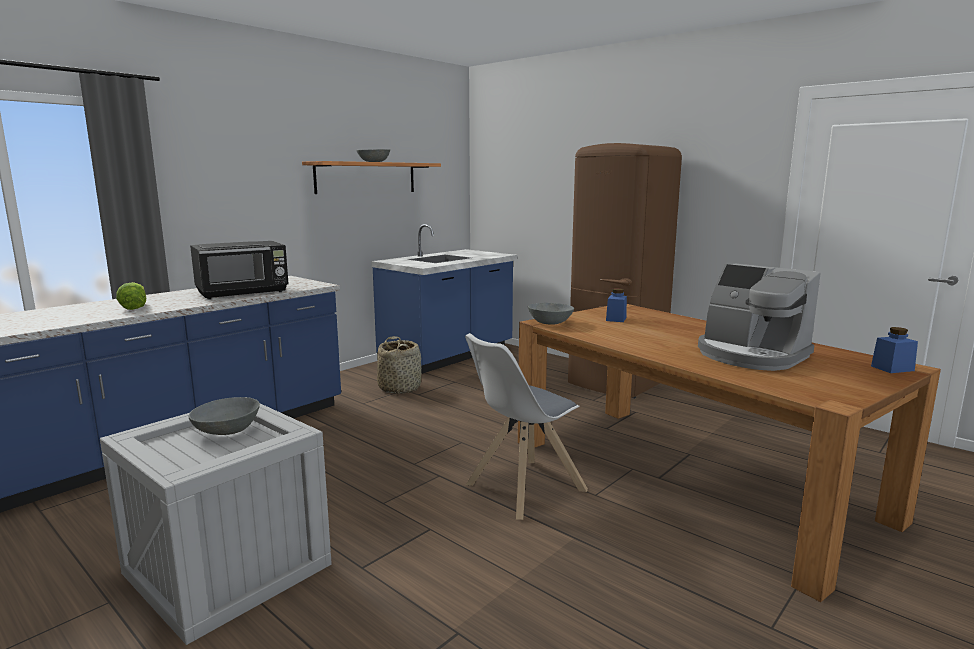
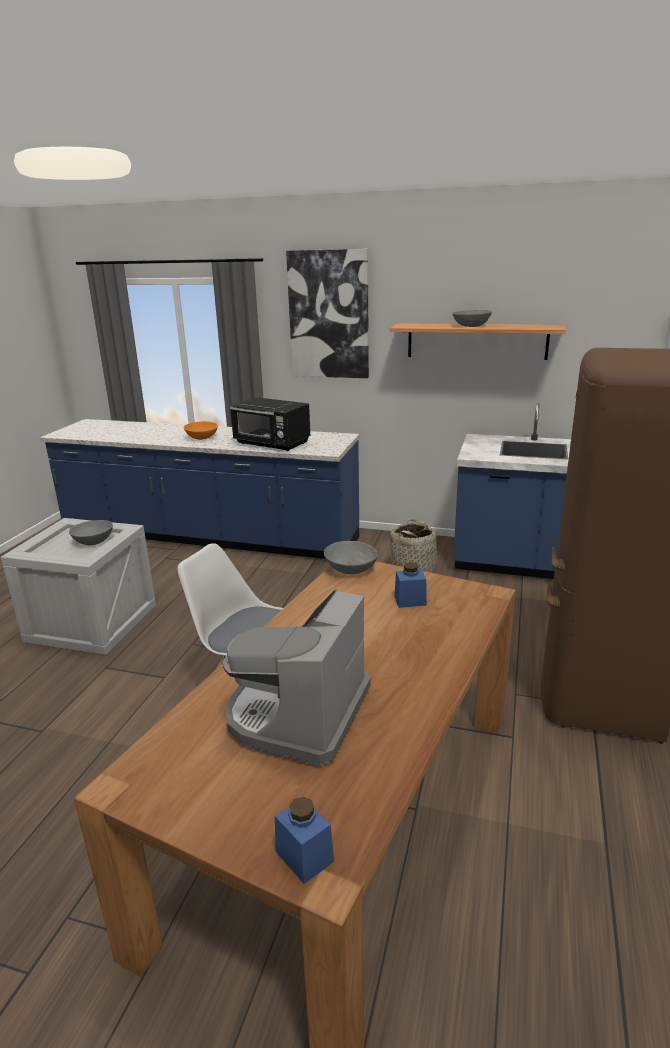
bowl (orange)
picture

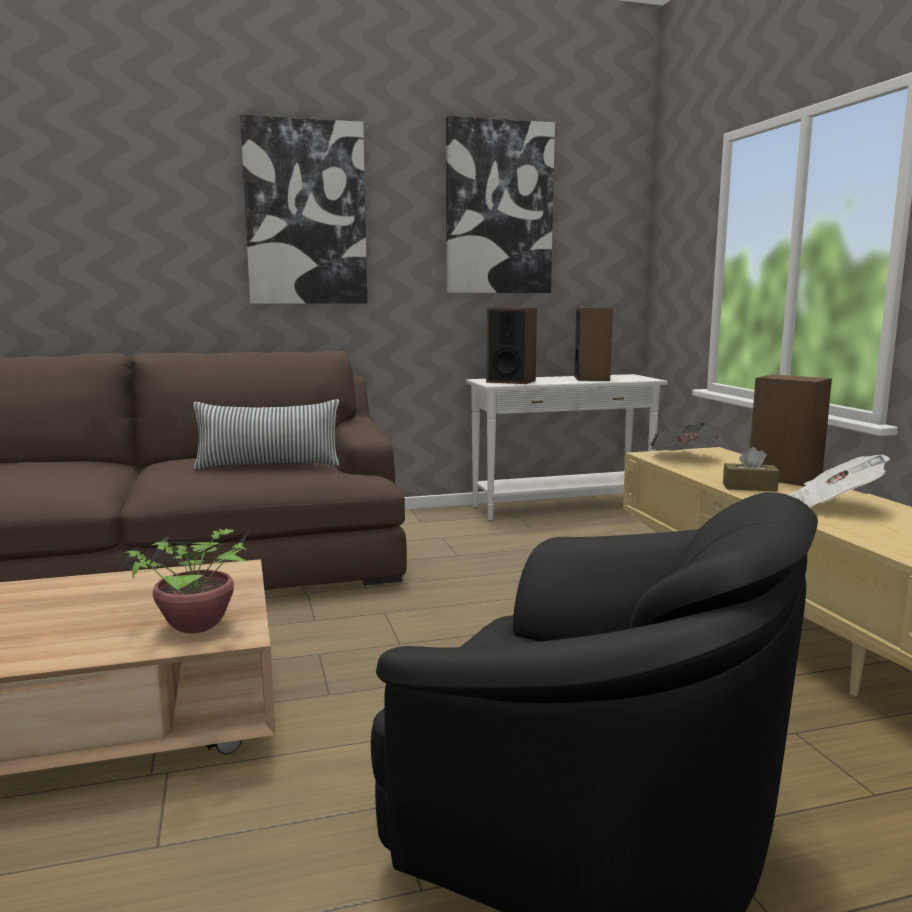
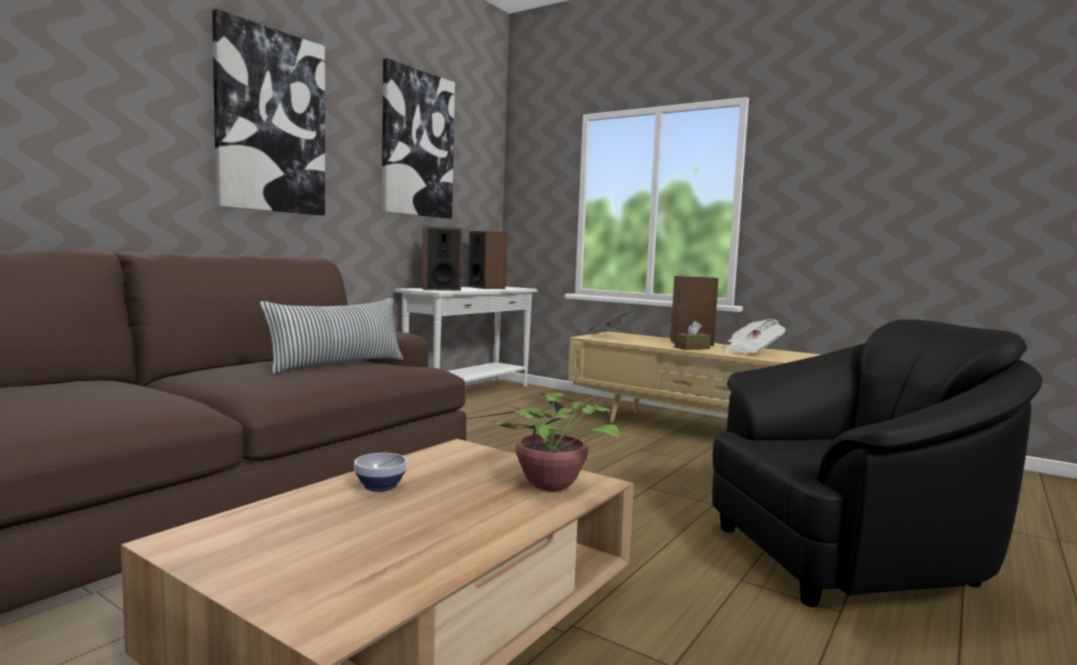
bowl

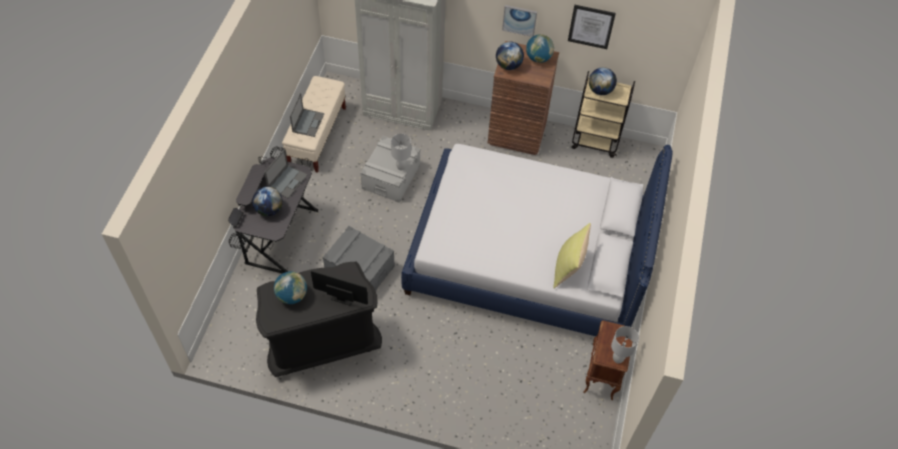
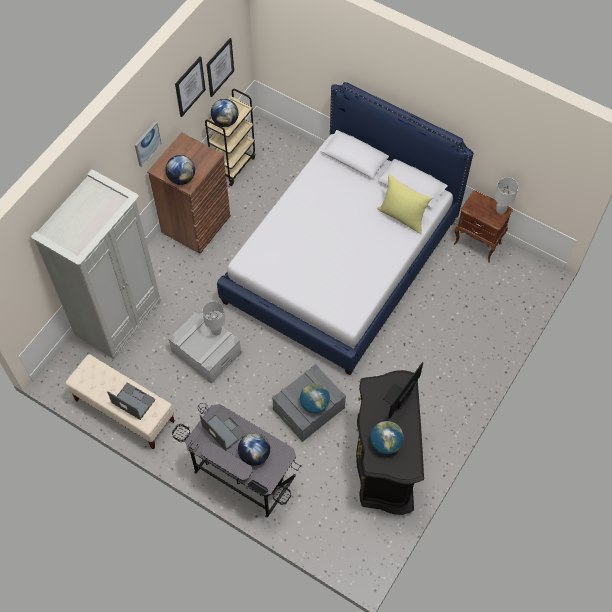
globe (4th from left)
picture (3rd from left)

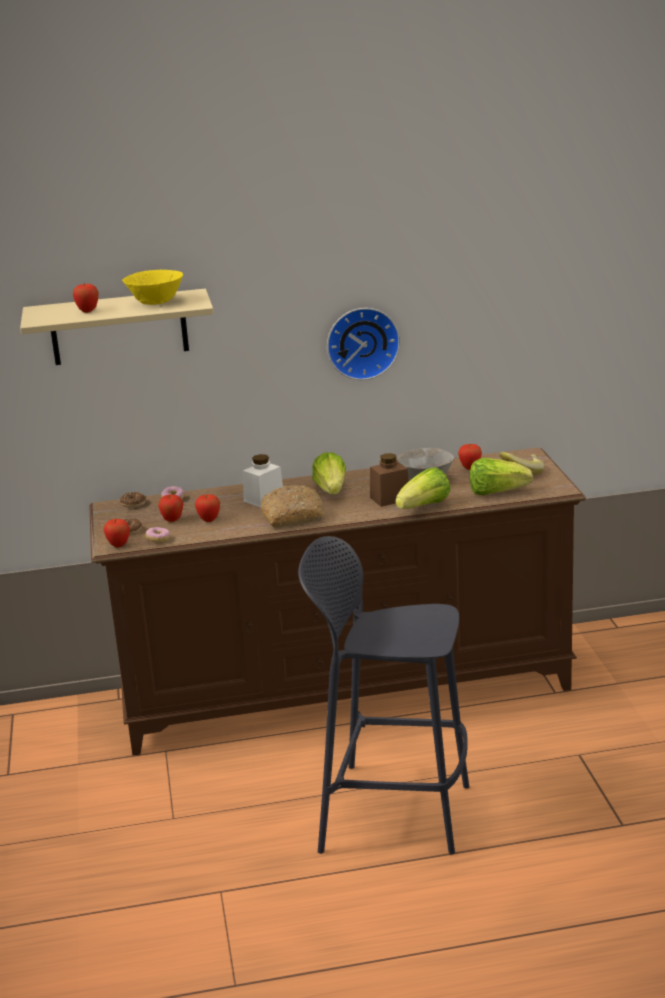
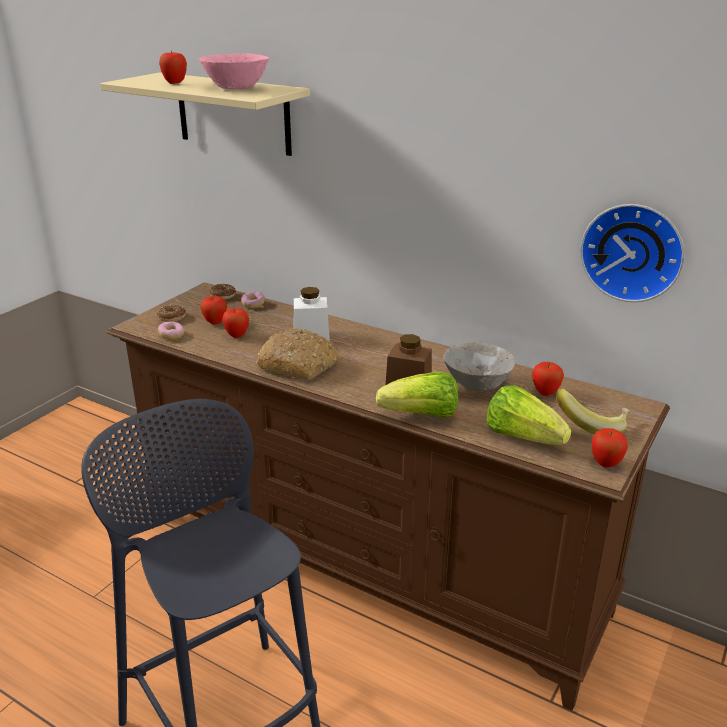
apple (5th from left)
bowl (pink)
lettuce (1st from left in the first image)
wall clock

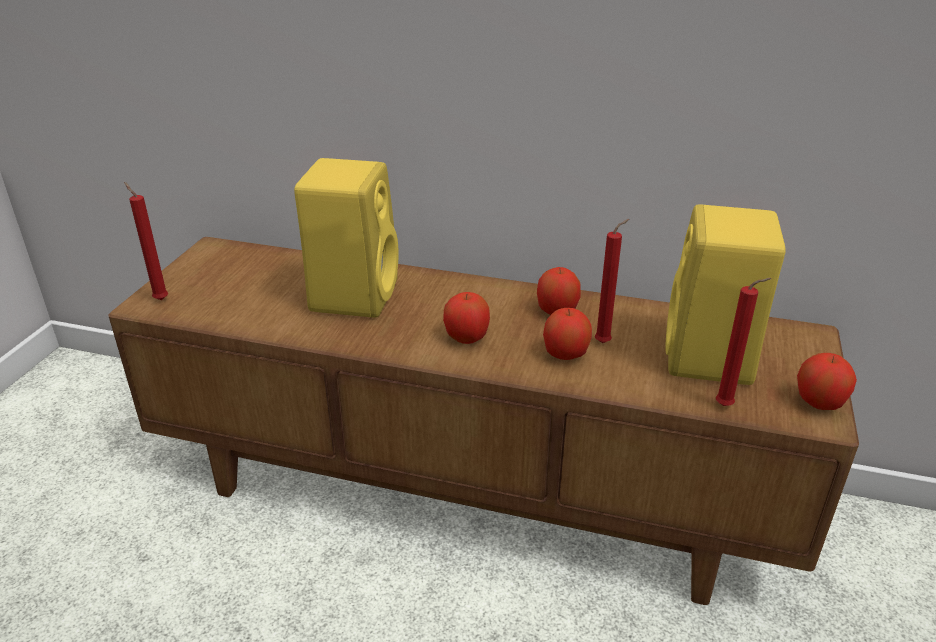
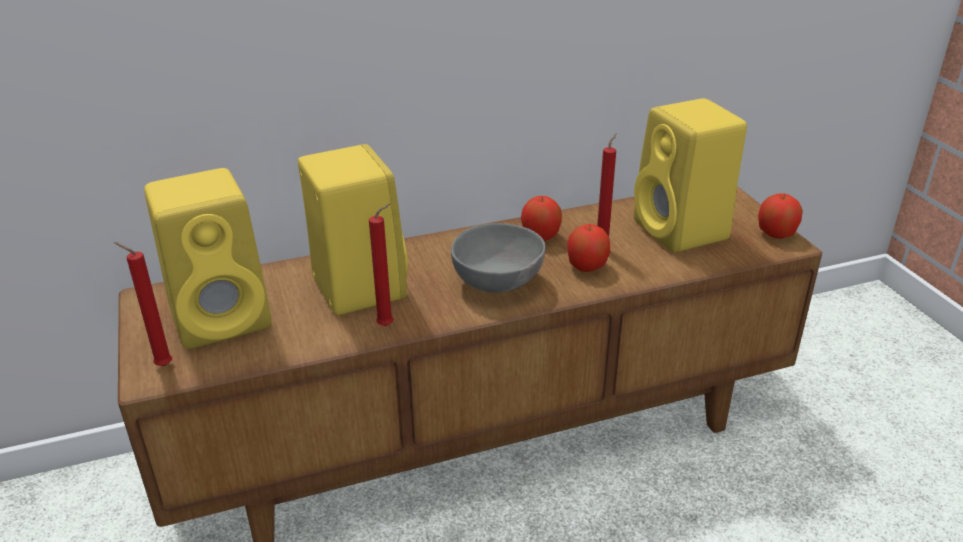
bowl (grey)
candle (red) (2nd from left)
speaker (yellow) (1st from left)

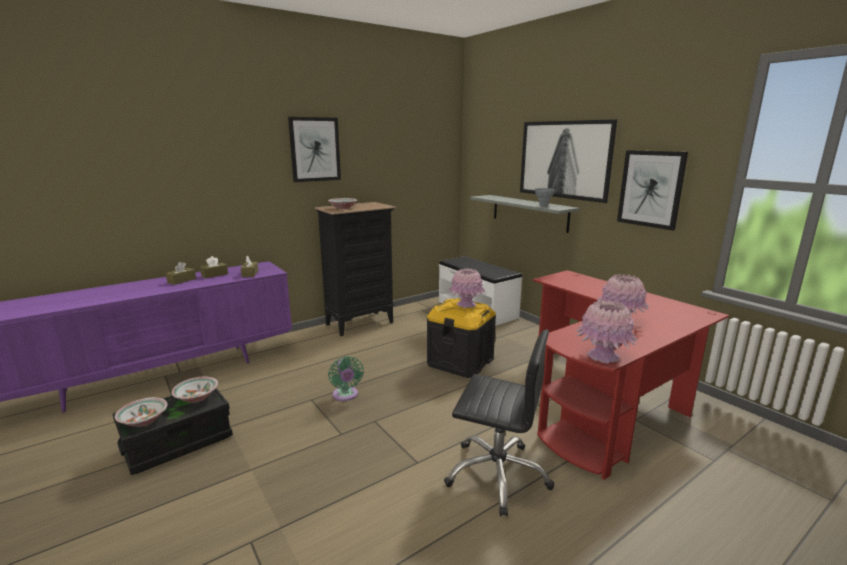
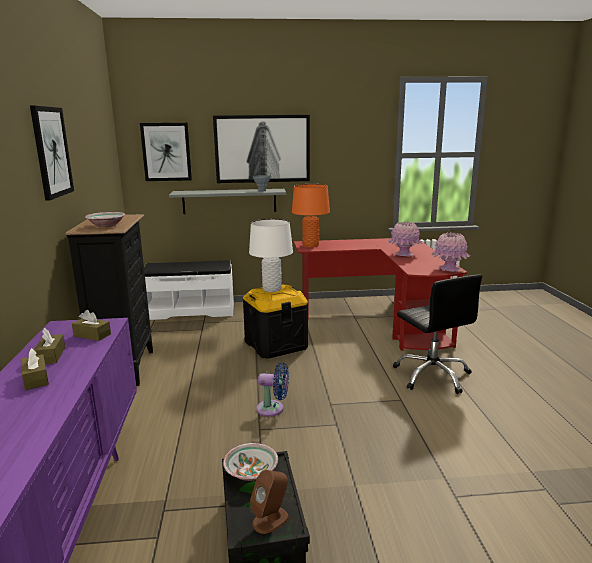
speaker (brown)
fan (blue)
office chair (black)
table lamp (white)
picture (2nd from left)
table lamp (orange)

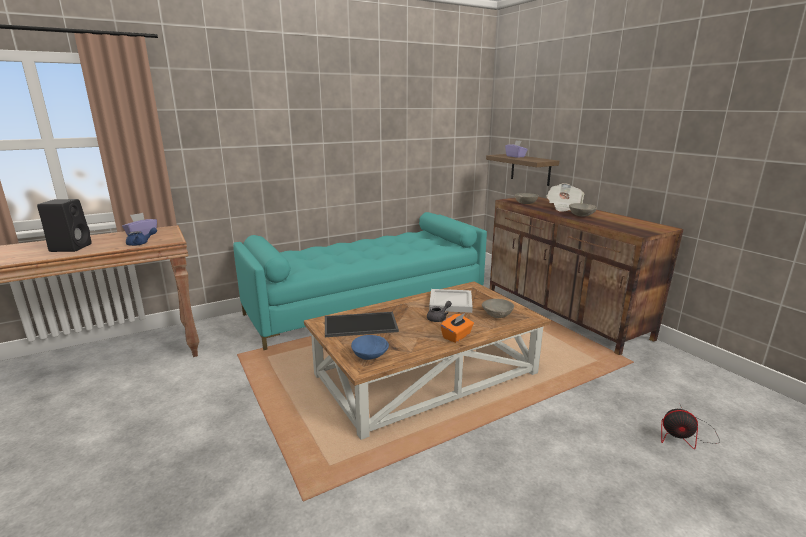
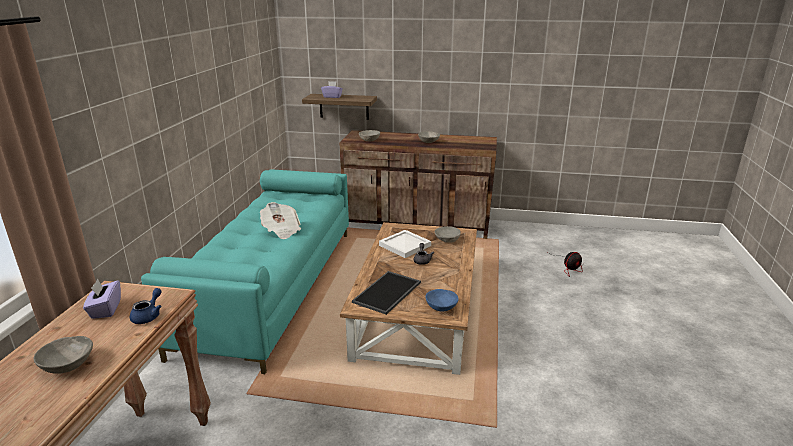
bowl (grey) (1st from left)
tissue box (orange)
newspaper

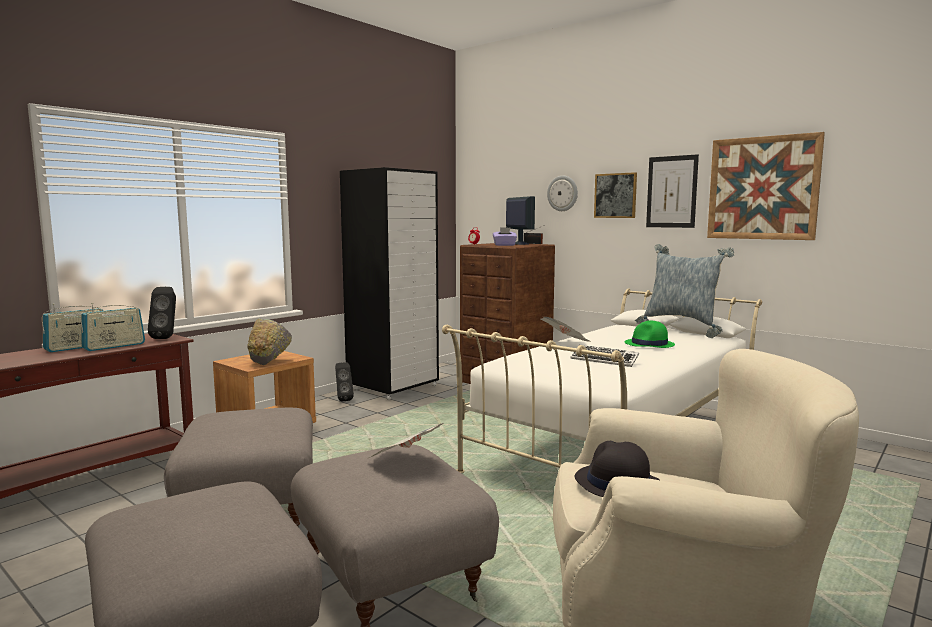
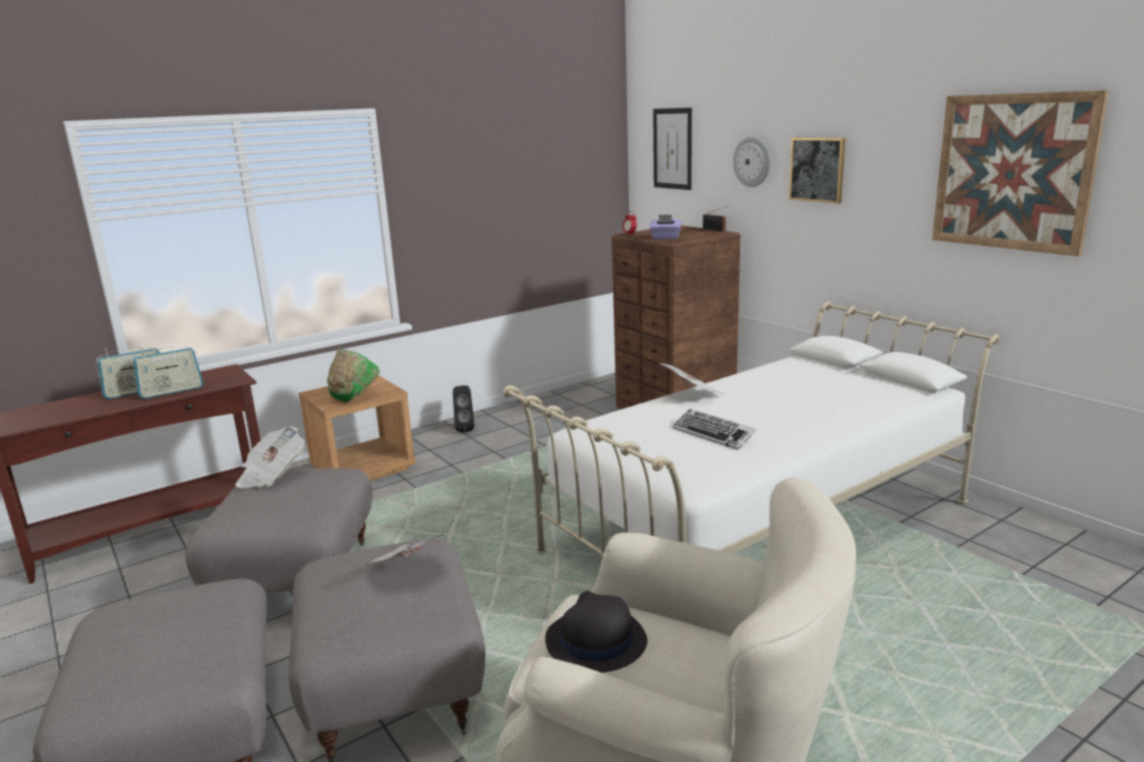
speaker (black) (1st from left in the first image)
bowl (green)
wardrobe
monitor
hat (green)
pillow
picture (1st from left)
newspaper (1st from left)

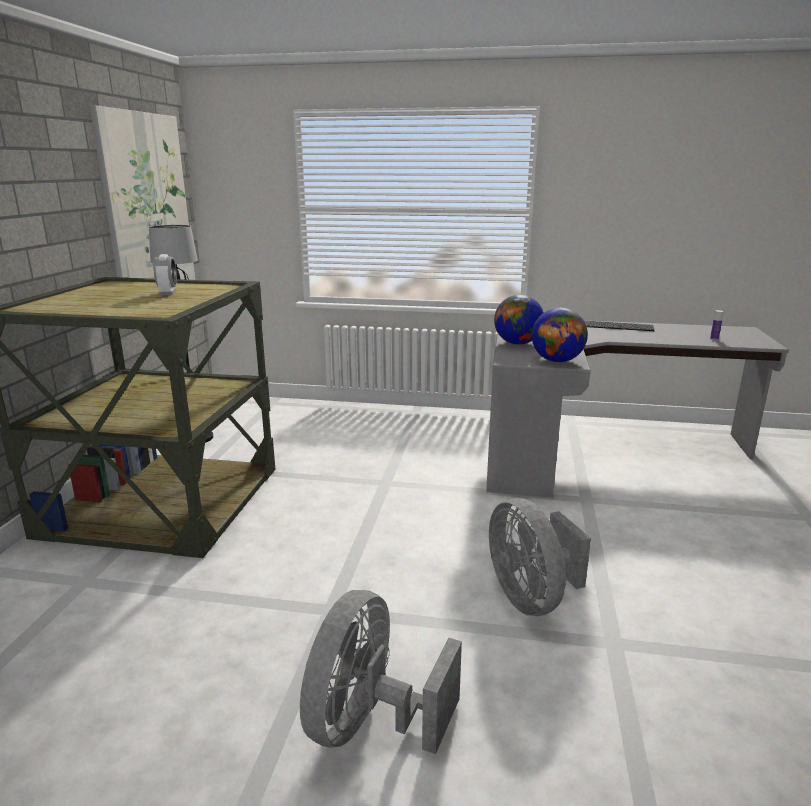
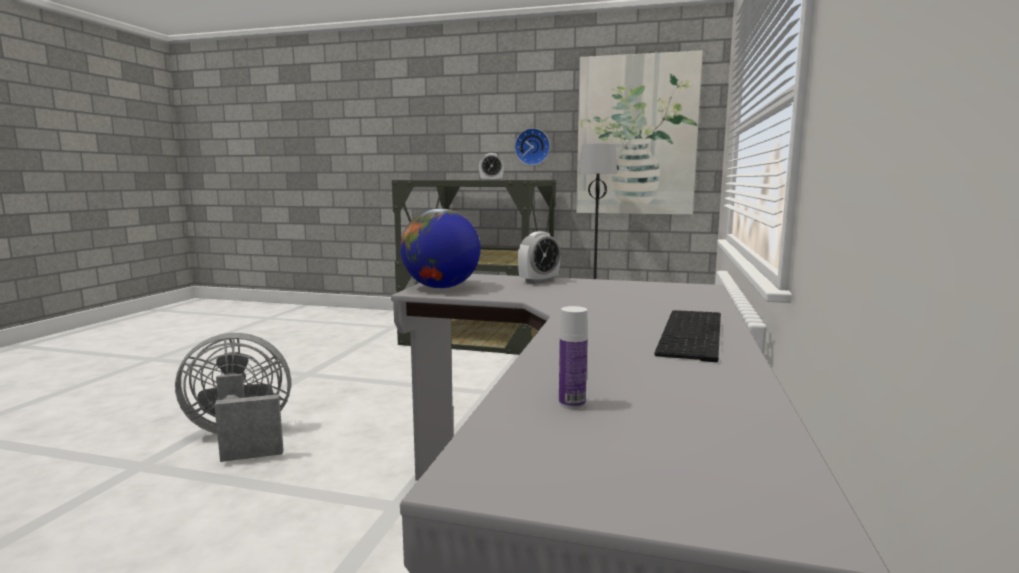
fan (grey) (1st from left in the first image)
alarm clock (2nd from left)
wall clock

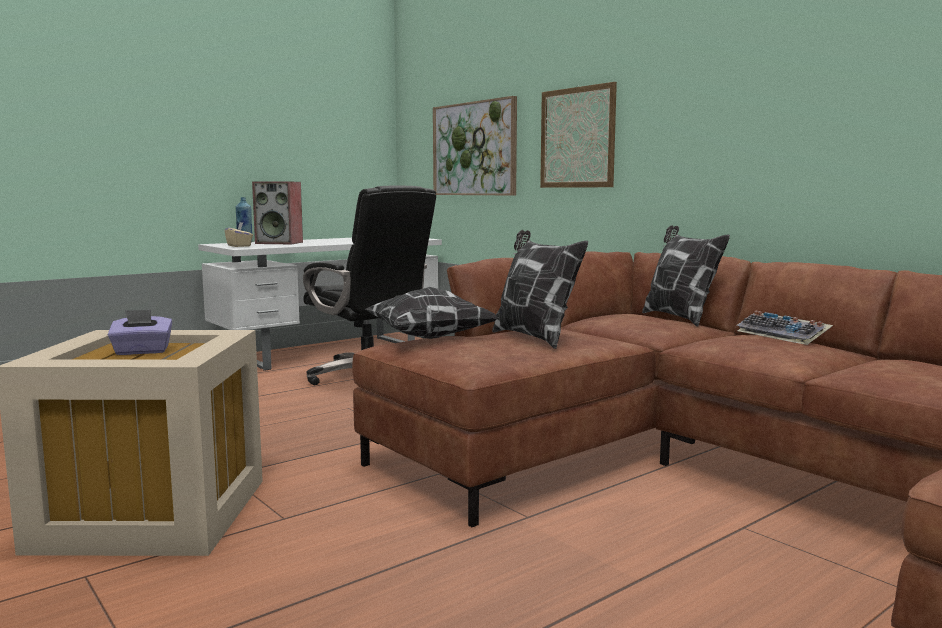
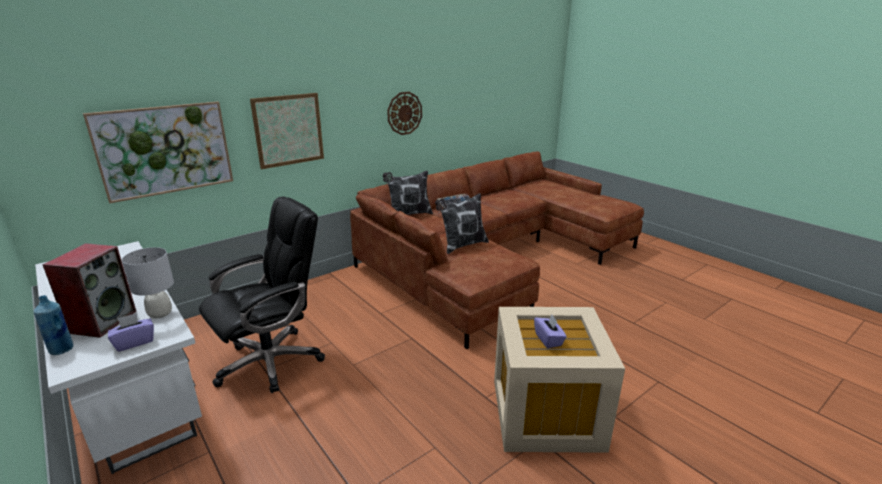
tissue box (purple) (1st from left)
pillow (1st from left in the first image)
table lamp (grey)
wall clock

